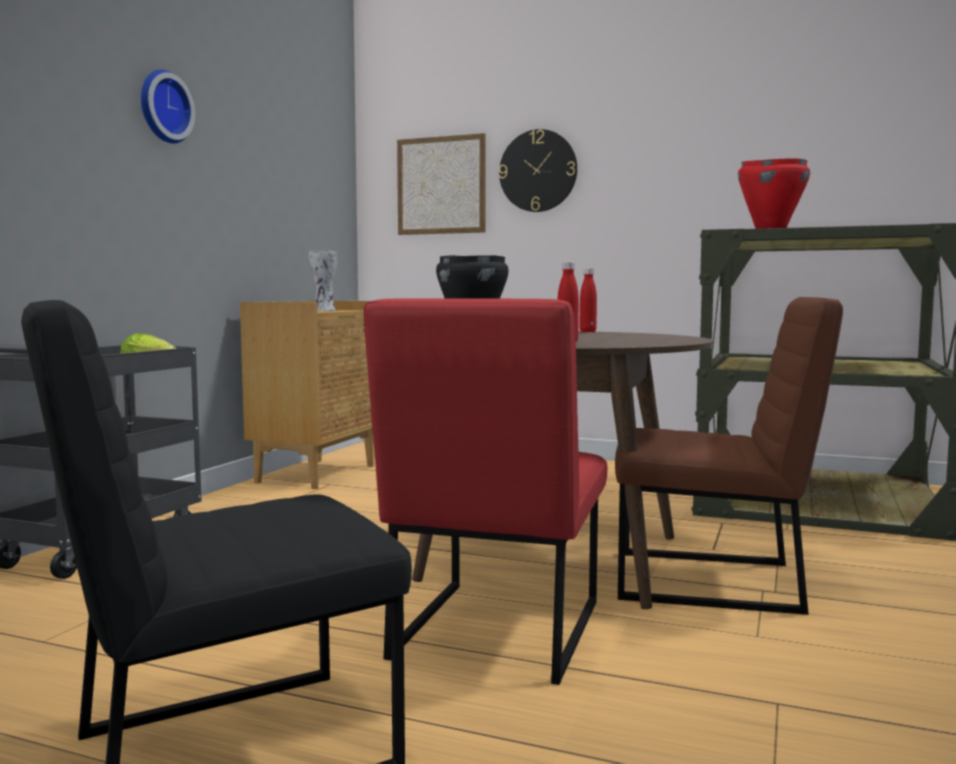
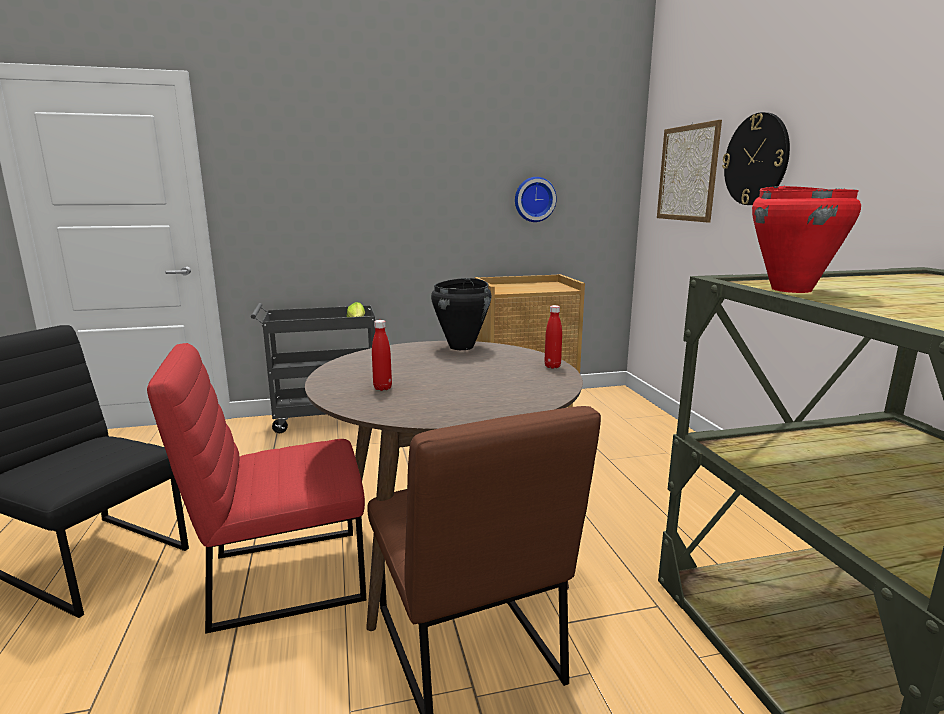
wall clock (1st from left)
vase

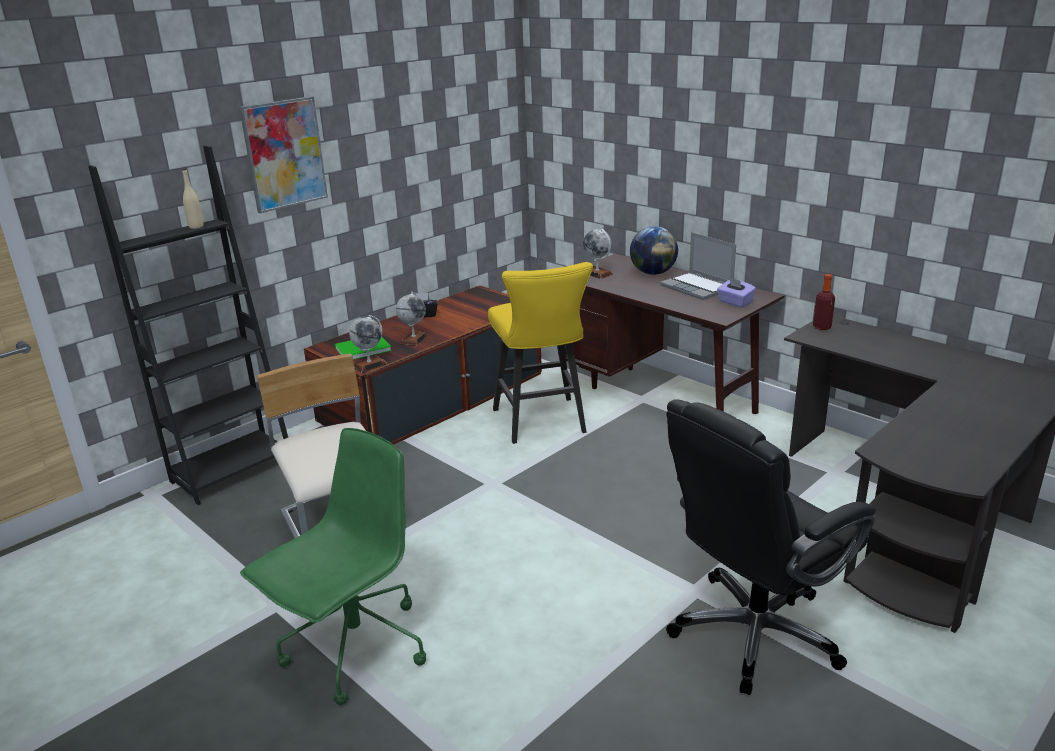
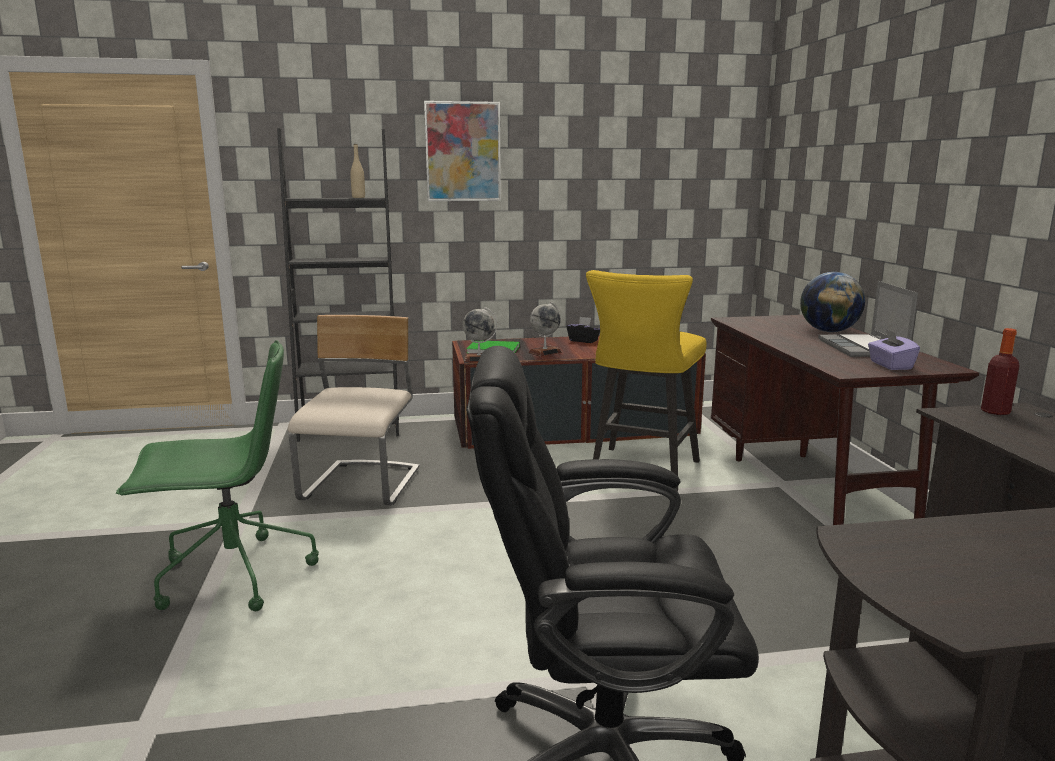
globe (3rd from left in the first image)

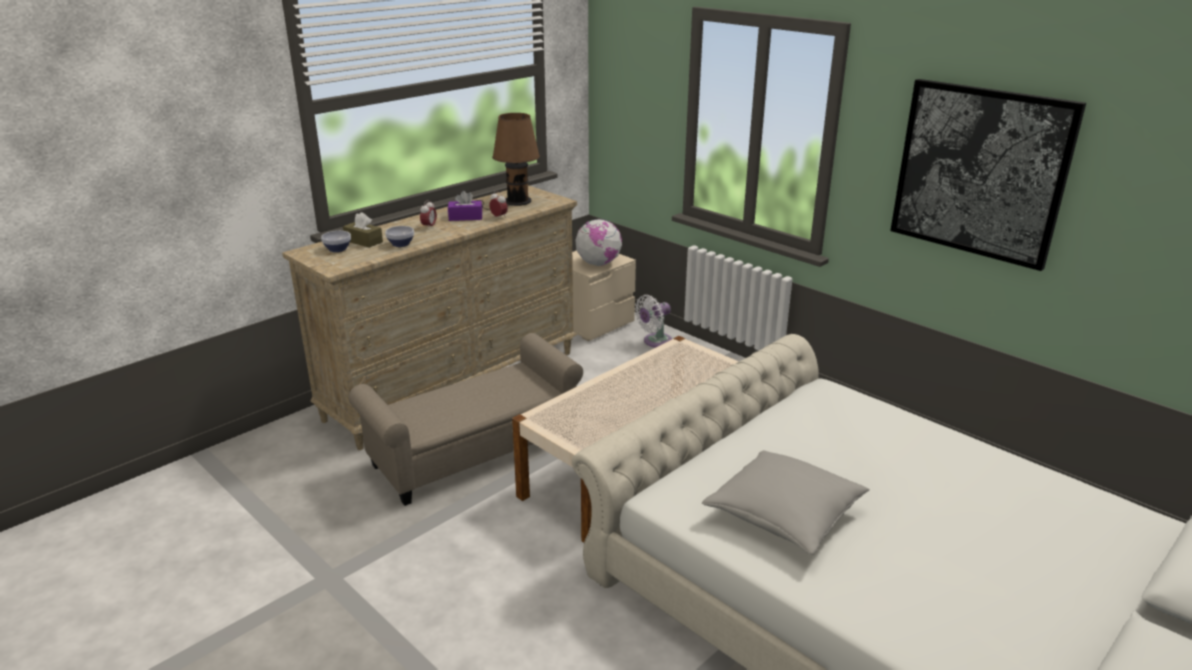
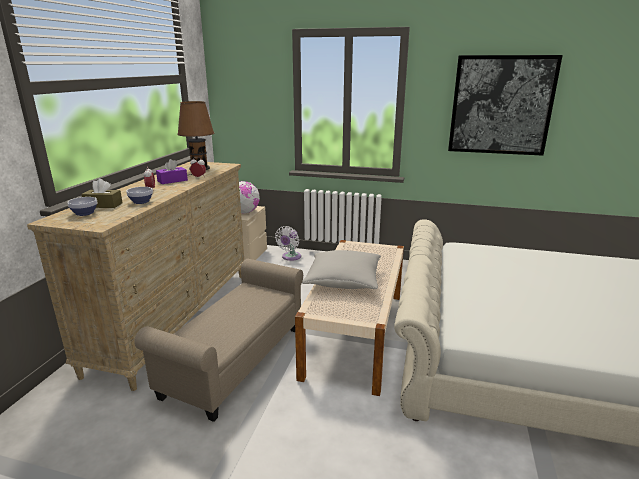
pillow (grey)

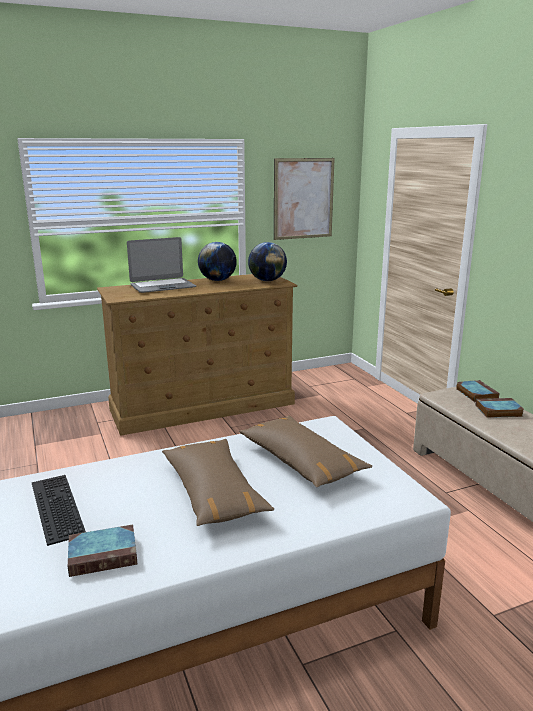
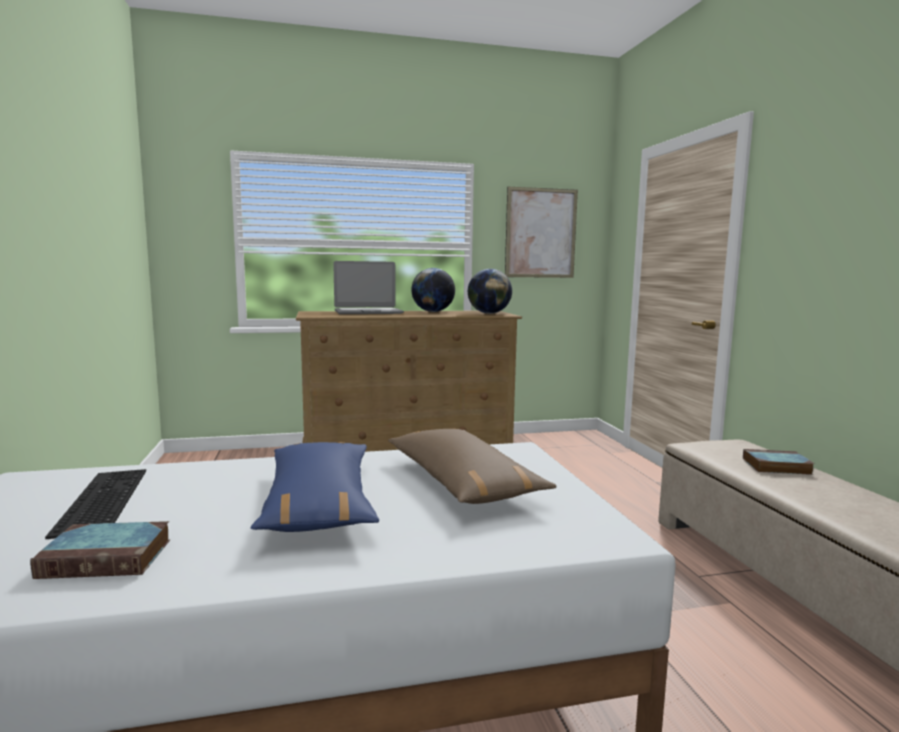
pillow (blue)
book (2nd from left in the first image)

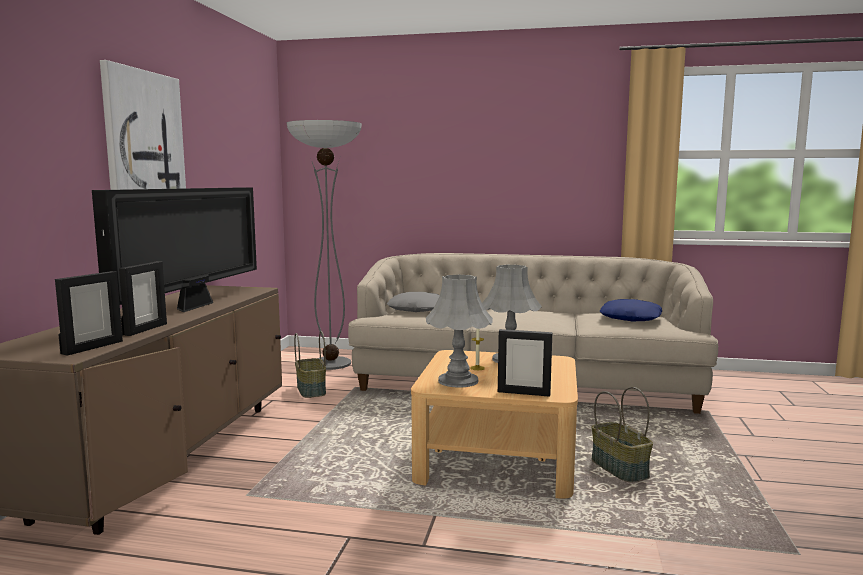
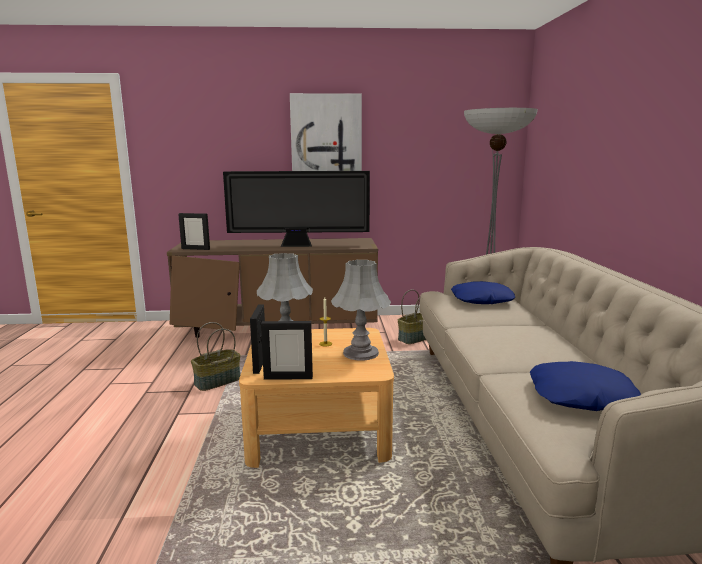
picture frame (3rd from left)
pillow (blue) (1st from left)
basket (1st from left)

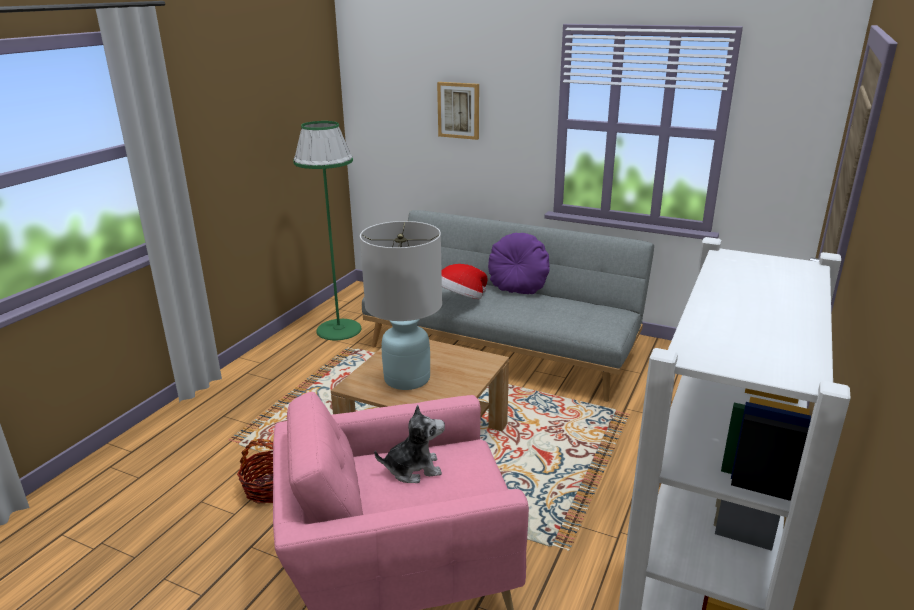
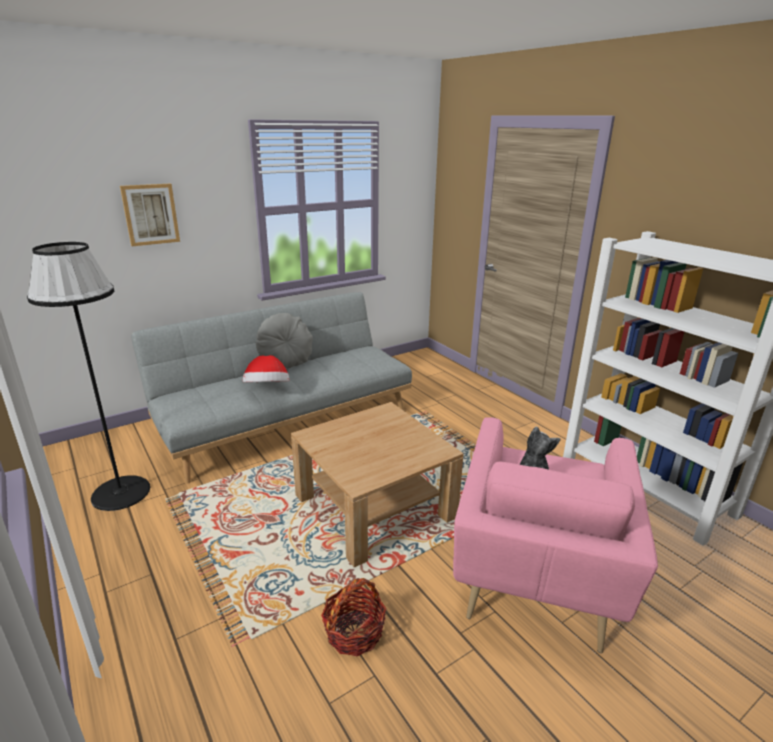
floor lamp (black)
table lamp (white)
pillow (grey)

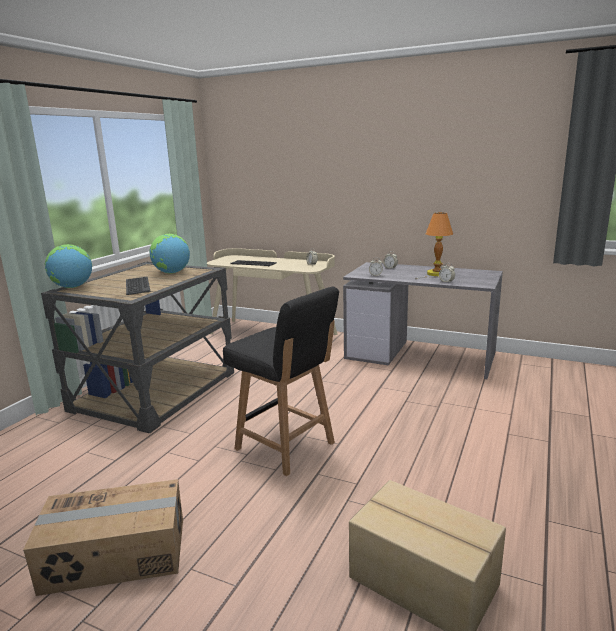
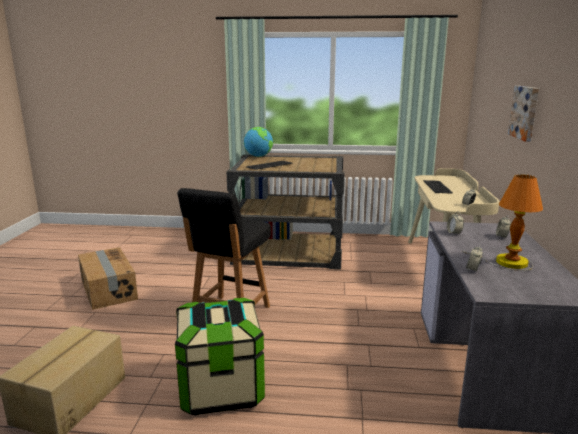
globe (2nd from left in the first image)
storage box
picture

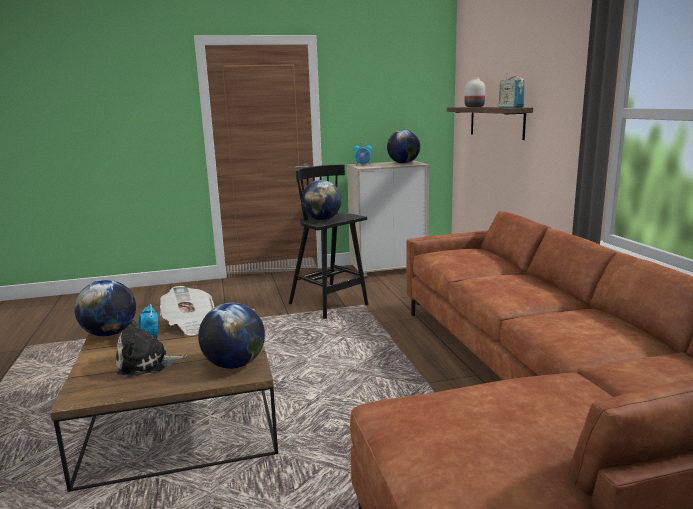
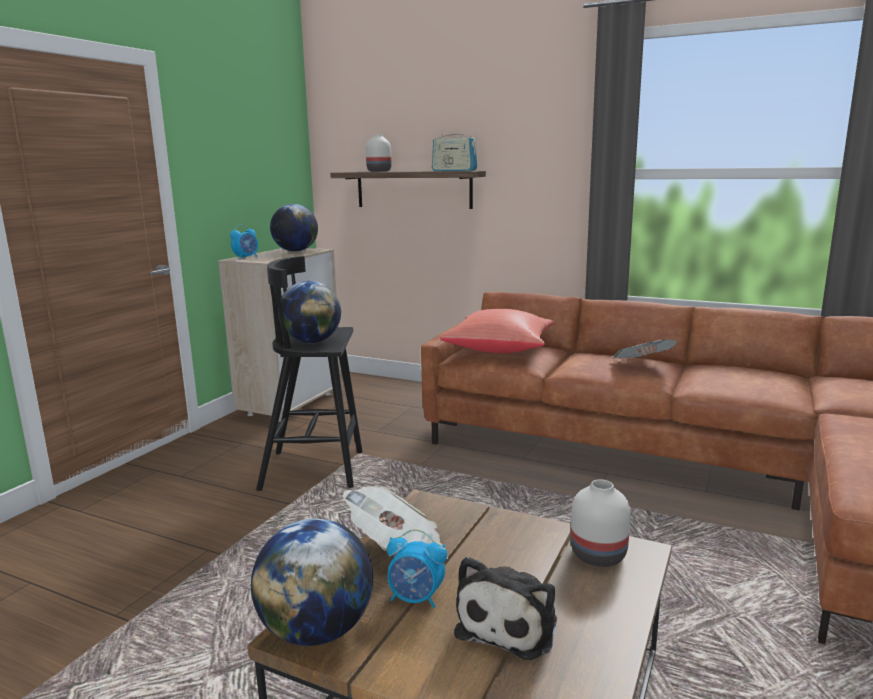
vase (white) (2nd from left)
pillow (red)
newspaper (2nd from left)

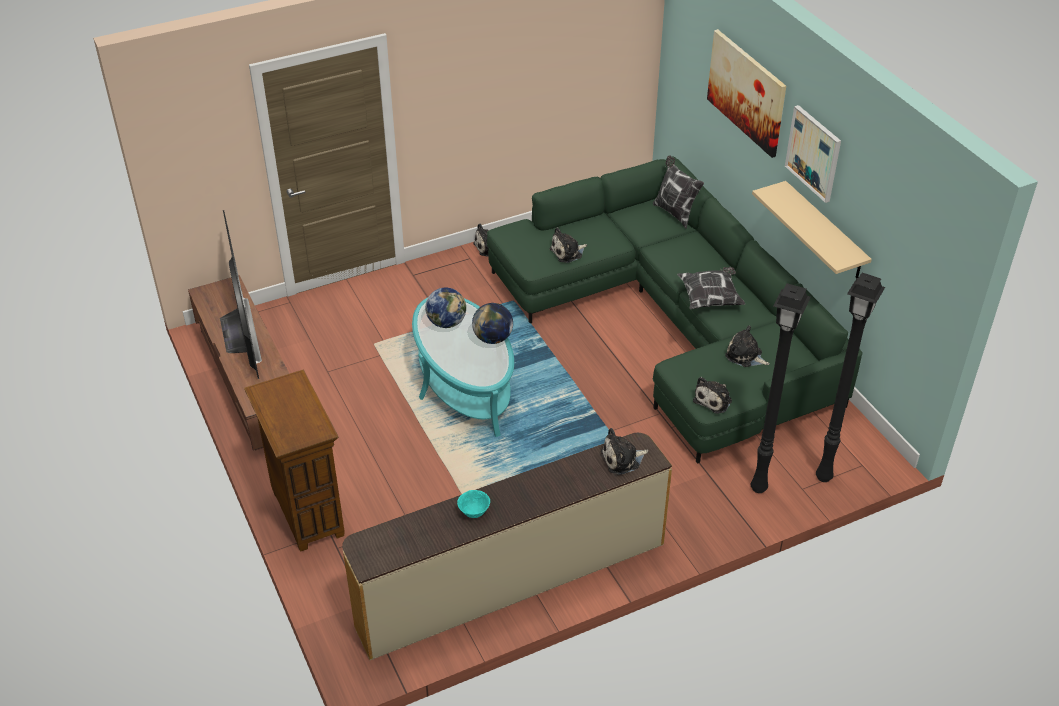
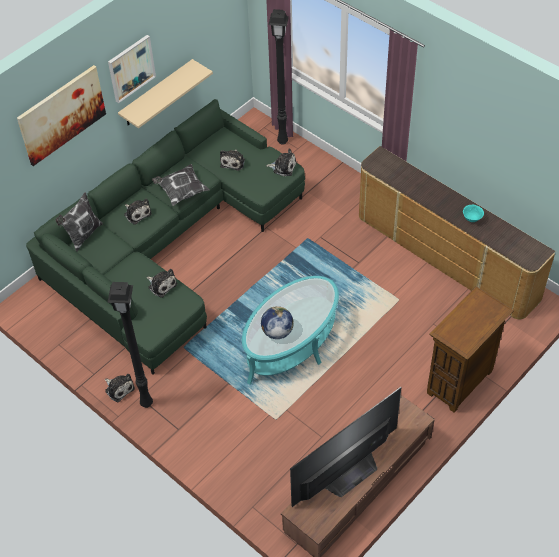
globe (2nd from left in the first image)
plush toy (2nd from left)
floor lamp (black) (1st from left)

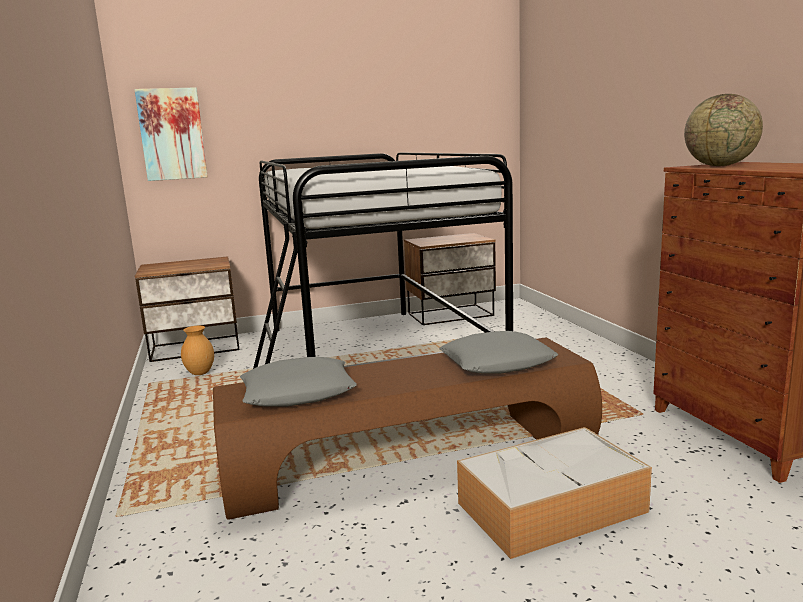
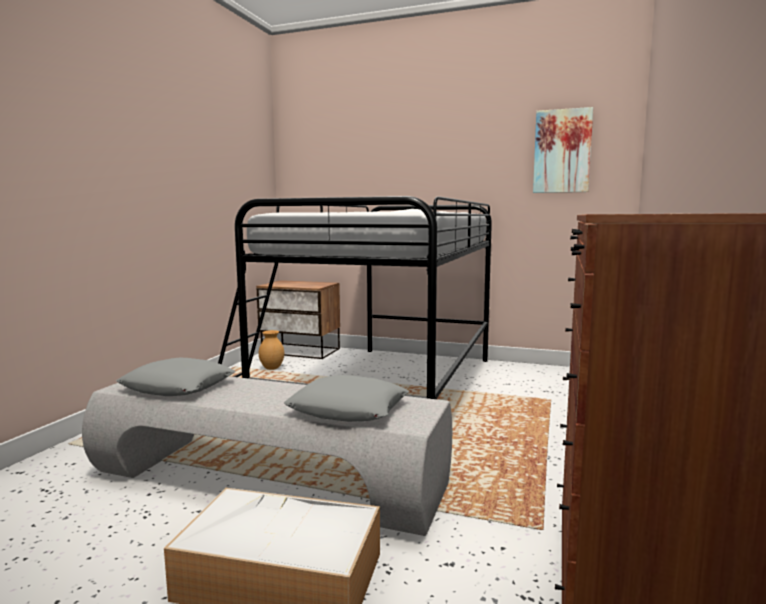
picture
bench (grey)
nightstand (2nd from left in the first image)
globe

